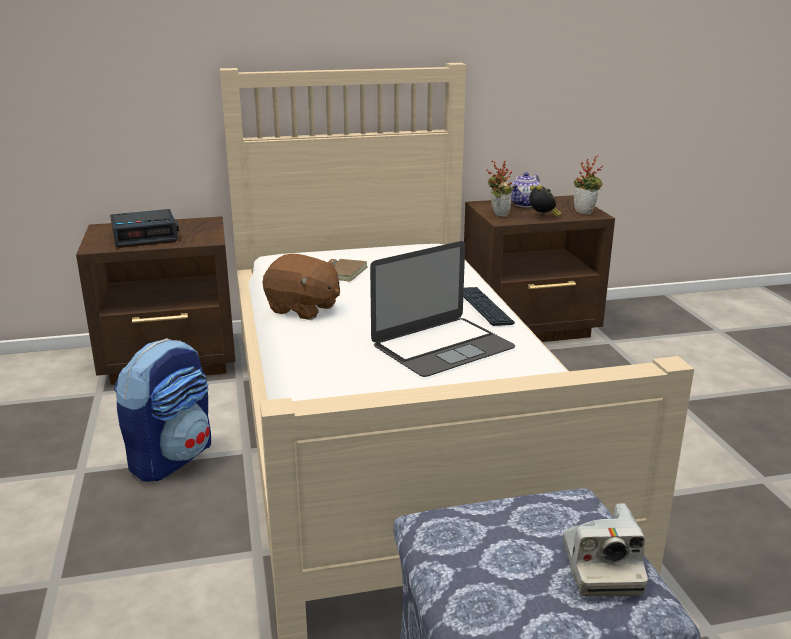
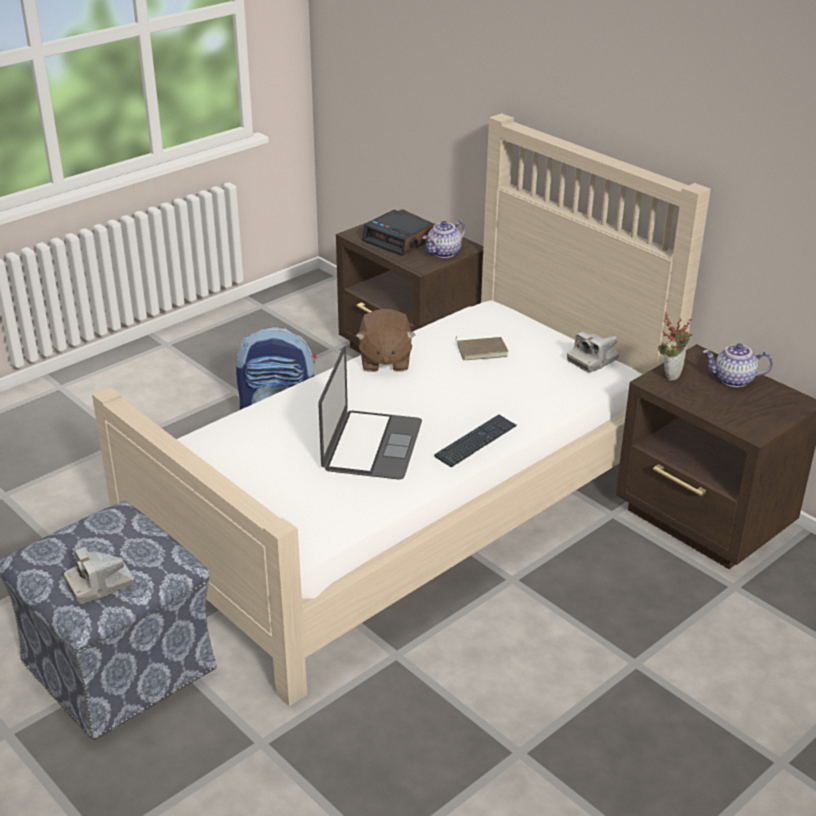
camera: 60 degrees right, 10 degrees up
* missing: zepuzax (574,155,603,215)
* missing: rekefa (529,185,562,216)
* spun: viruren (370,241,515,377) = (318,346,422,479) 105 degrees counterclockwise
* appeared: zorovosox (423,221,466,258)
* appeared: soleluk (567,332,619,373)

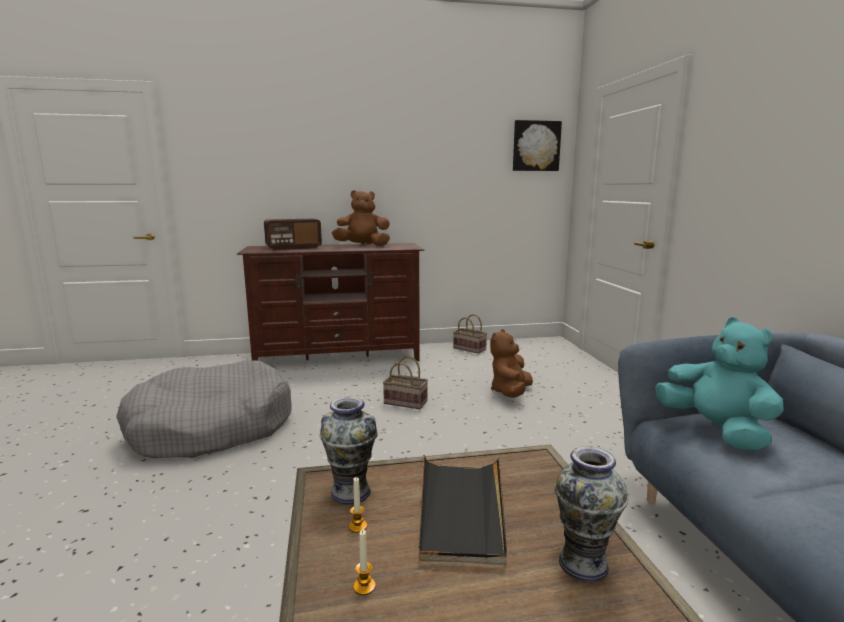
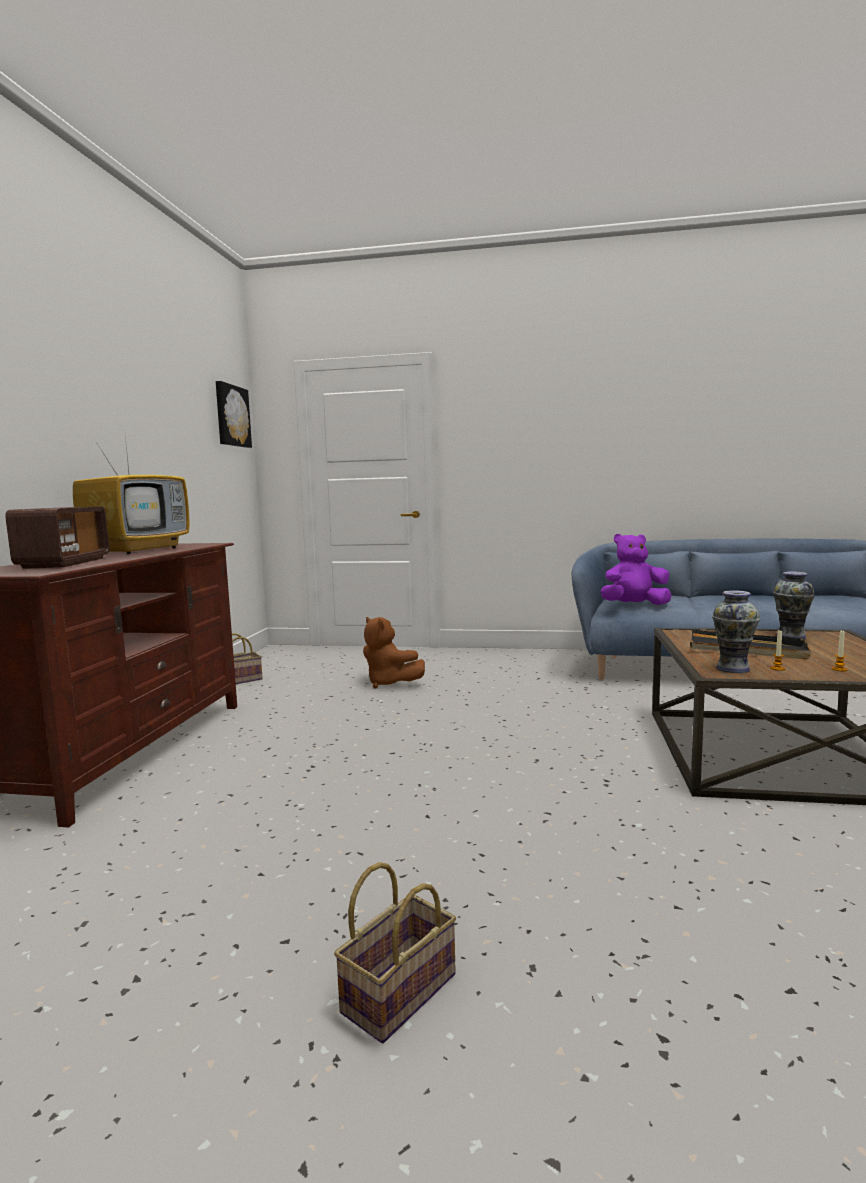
camera: 70 degrees left, 5 degrees down
* exchanged: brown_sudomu (332,190,390,246) to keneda (73,436,189,554)
* colour: turquoise_sudomu (655,317,784,451) to purple_sudomu (601,534,672,605)
* relocated: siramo (383,356,428,409) to (334,862,456,1043)
* missing: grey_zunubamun (116,360,291,458)

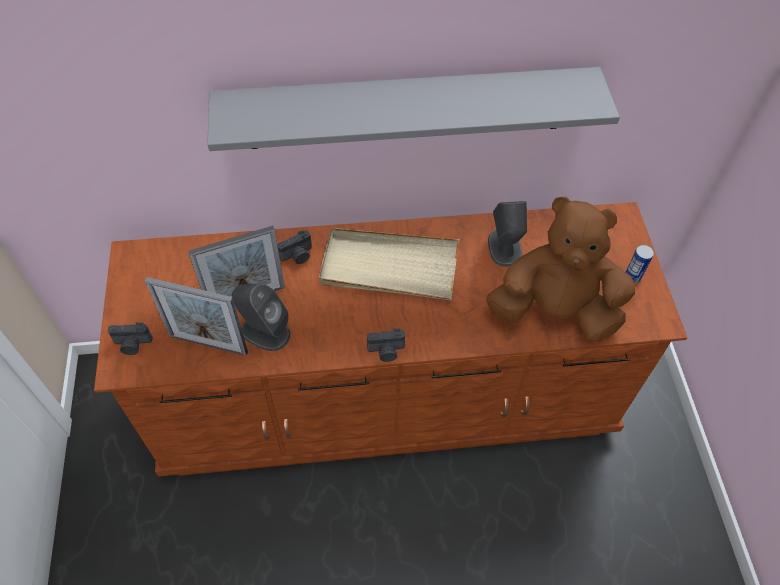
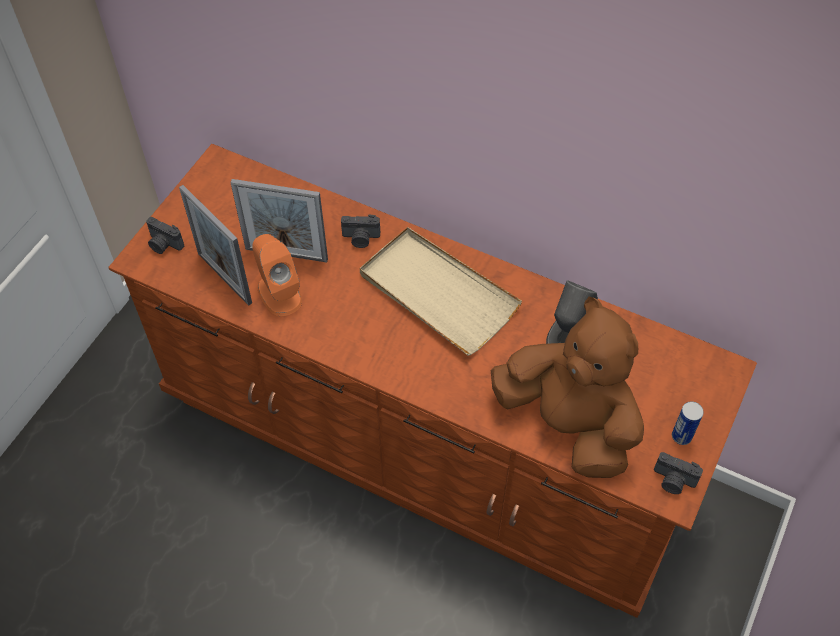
camera: 35 degrees right, 0 degrees up
* missing: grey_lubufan (207,67,620,151)
* colour: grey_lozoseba (232,284,291,351) to orange_lozoseba (252,234,302,316)
* relocated: soleluk (367,329,405,362) to (654,452,703,494)

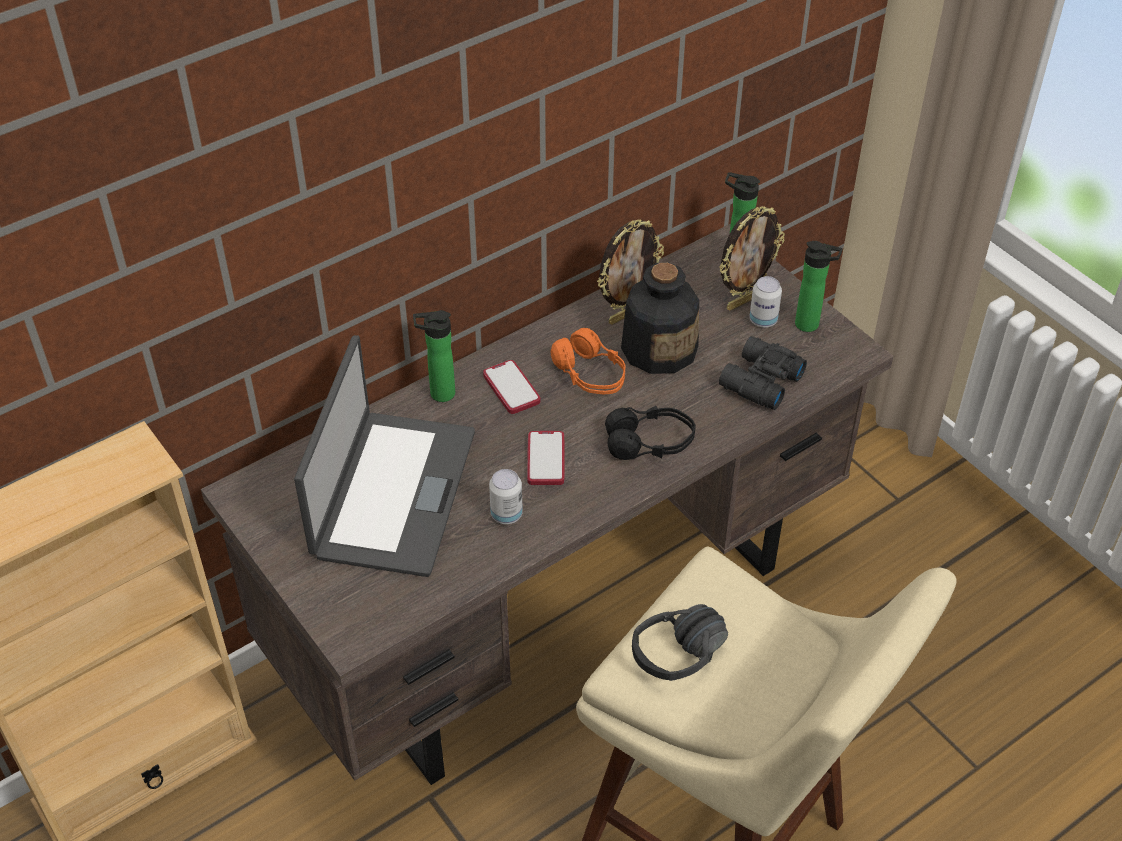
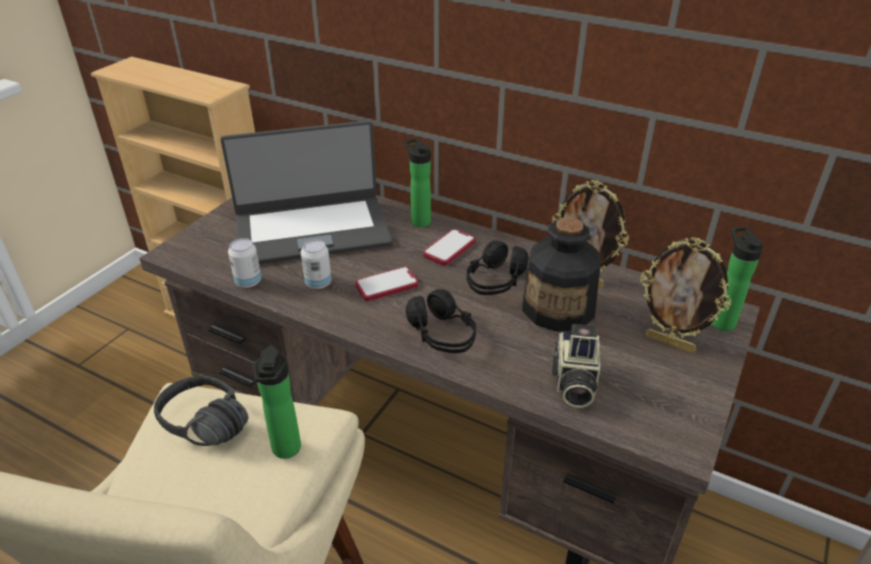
camera: 65 degrees right, 10 degrees down
* relocated: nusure (795,241,843,332) to (253,345,301,459)
* relocated: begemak (749,276,782,328) to (228,238,262,288)
* colour: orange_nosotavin (551,328,626,394) to black_nosotavin (467,241,529,295)
* exchanged: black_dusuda (719,336,807,410) to soleluk (552,324,600,408)

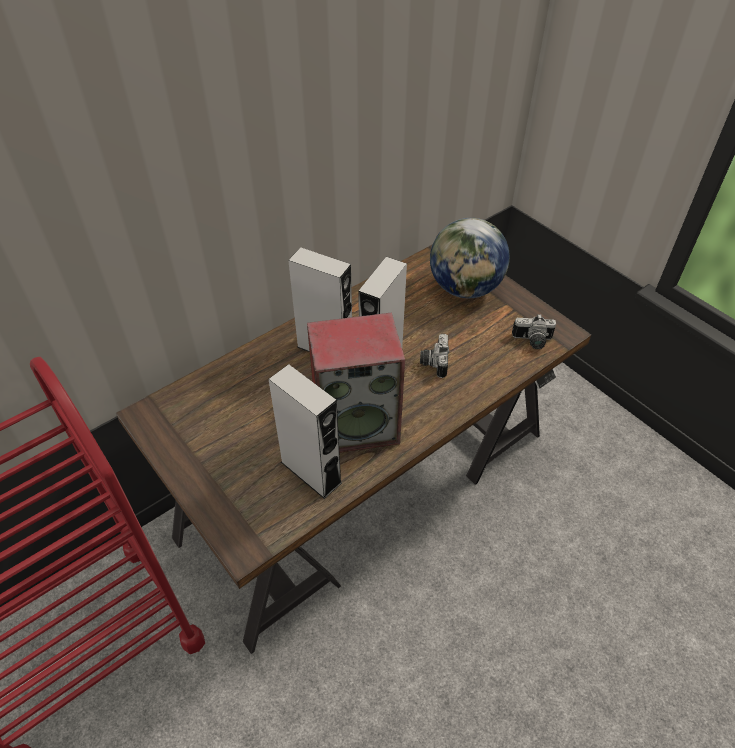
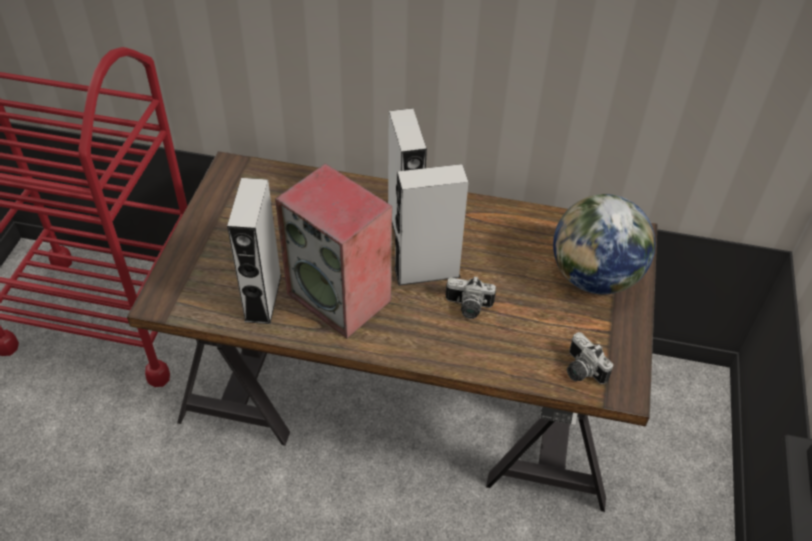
camera: 50 degrees right, 0 degrees up
* spun: soleluk (420,334,449,378) = (446,276,496,319) 135 degrees counterclockwise

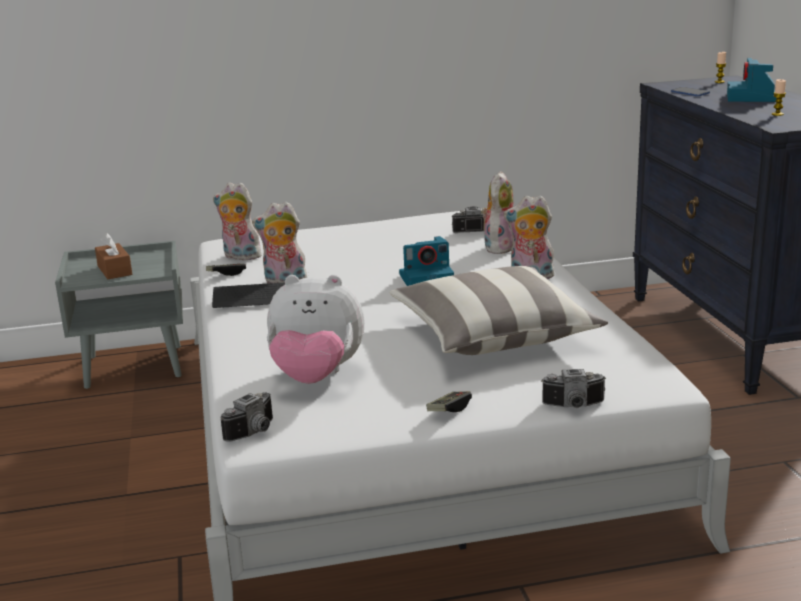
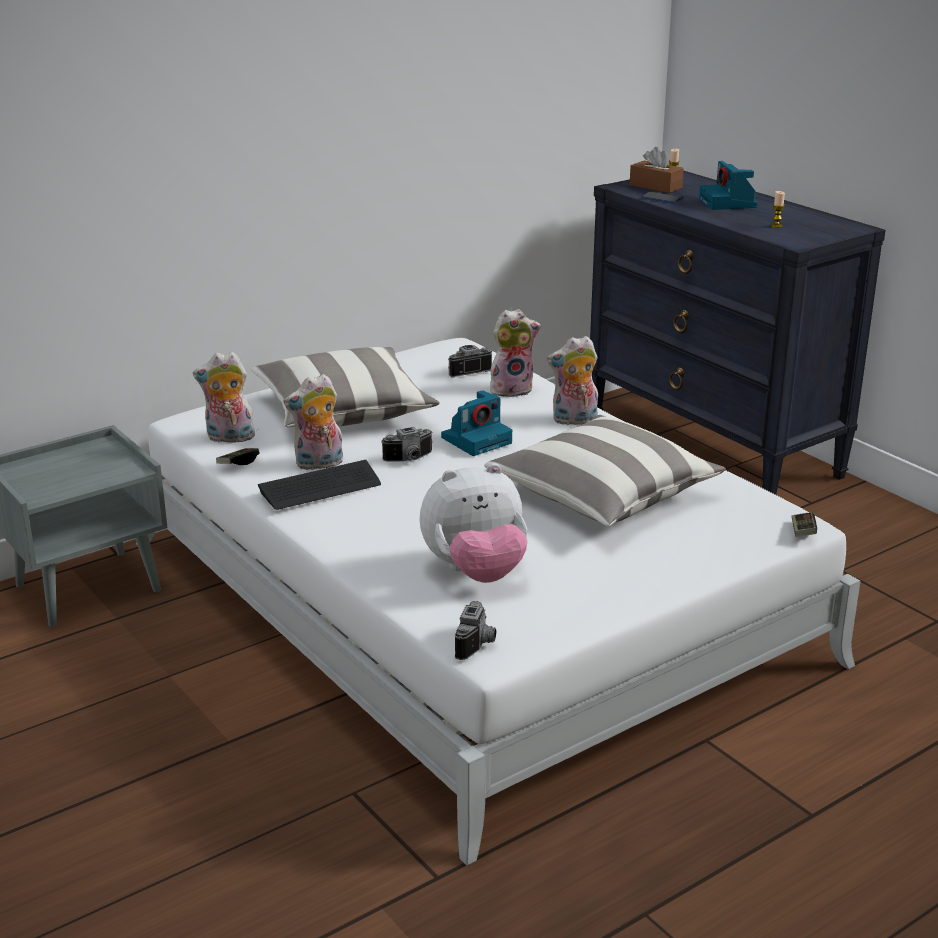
camera: 25 degrees left, 5 degrees up
* spun: sudomu (481,171,513,254) = (490,309,541,397) 75 degrees clockwise
* relocated: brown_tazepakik (95,233,132,279) to (630,147,684,193)
* relocated: soleluk (541,369,605,408) to (381,427,432,462)
* relocated: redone (426,391,472,412) to (791,512,817,537)
* appeared: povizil (251,347,440,427)

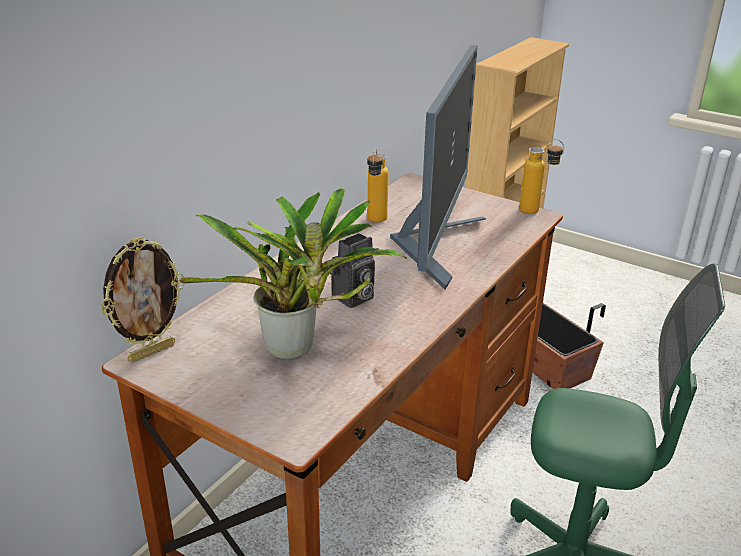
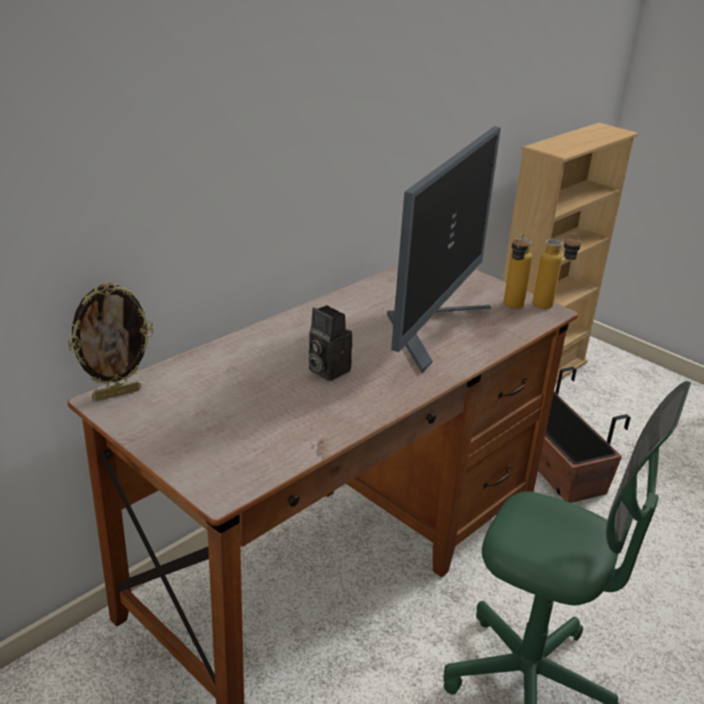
camera: 10 degrees right, 0 degrees up
* relocated: nusure (367,148,389,223) to (504,233,532,308)
* missing: zepuzax (179,188,407,360)
* spun: soleluk (330,233,375,308) = (308,305,352,381) 75 degrees clockwise

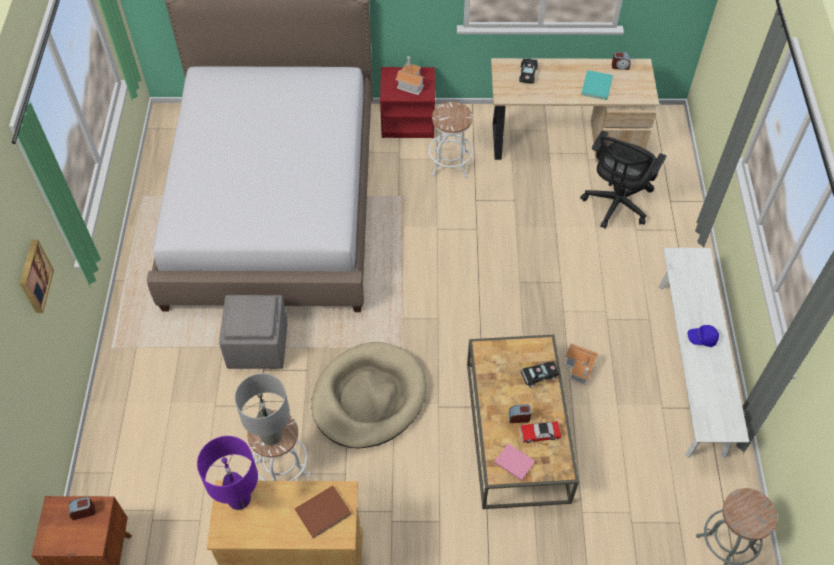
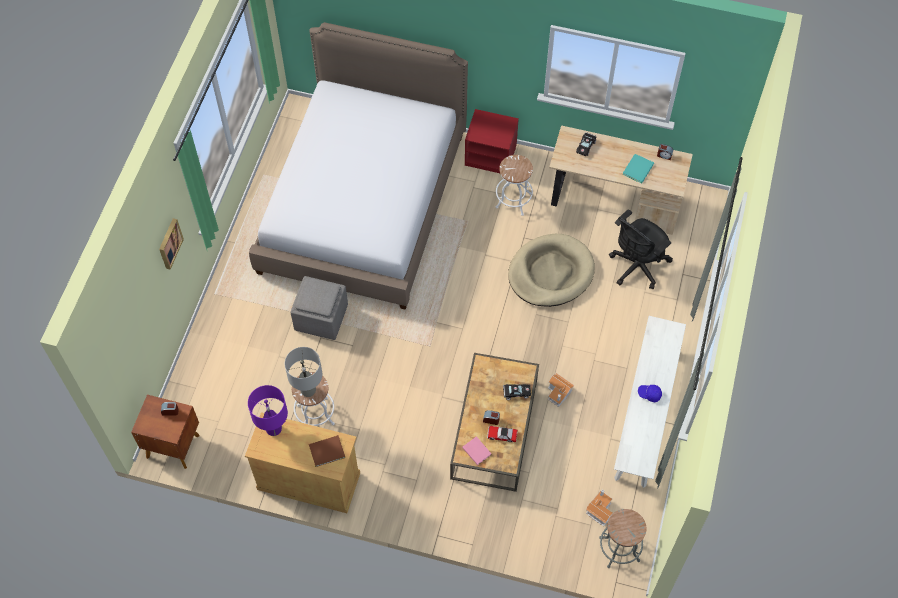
camera: 15 degrees right, 5 degrees up
* relocated: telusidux (395,56,425,95) to (586,489,613,526)
* relocated: beige_zunubamun (311,342,426,448) to (508,234,595,307)

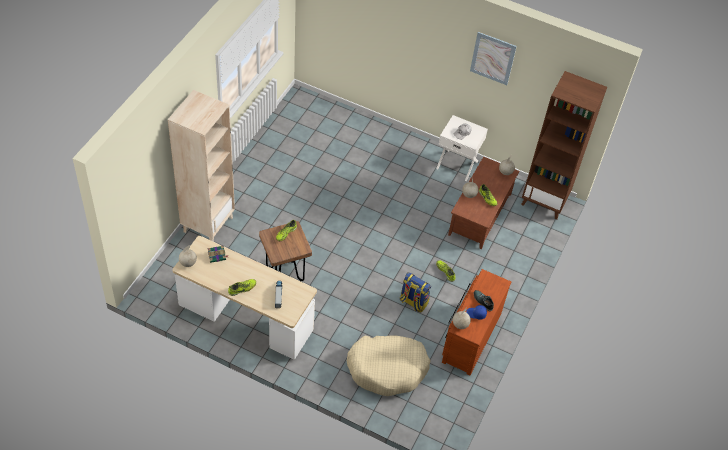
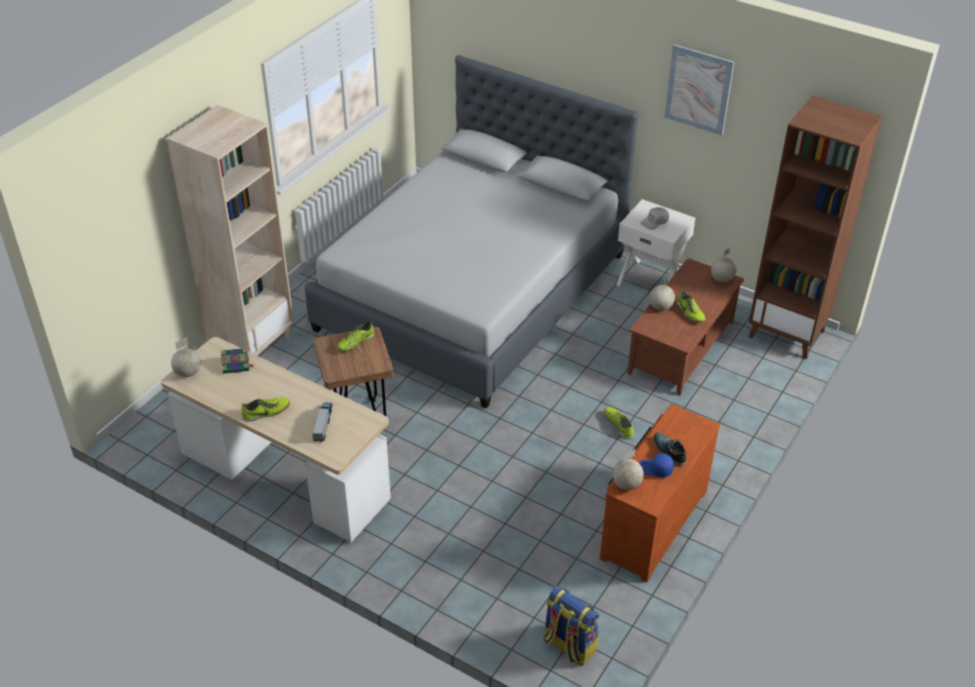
camera: 10 degrees right, 10 degrees down
* relocated: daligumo (400,272,431,312) to (543,586,599,666)
* missing: beige_zunubamun (347,336,431,396)
* appeared: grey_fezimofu (305,55,639,408)

